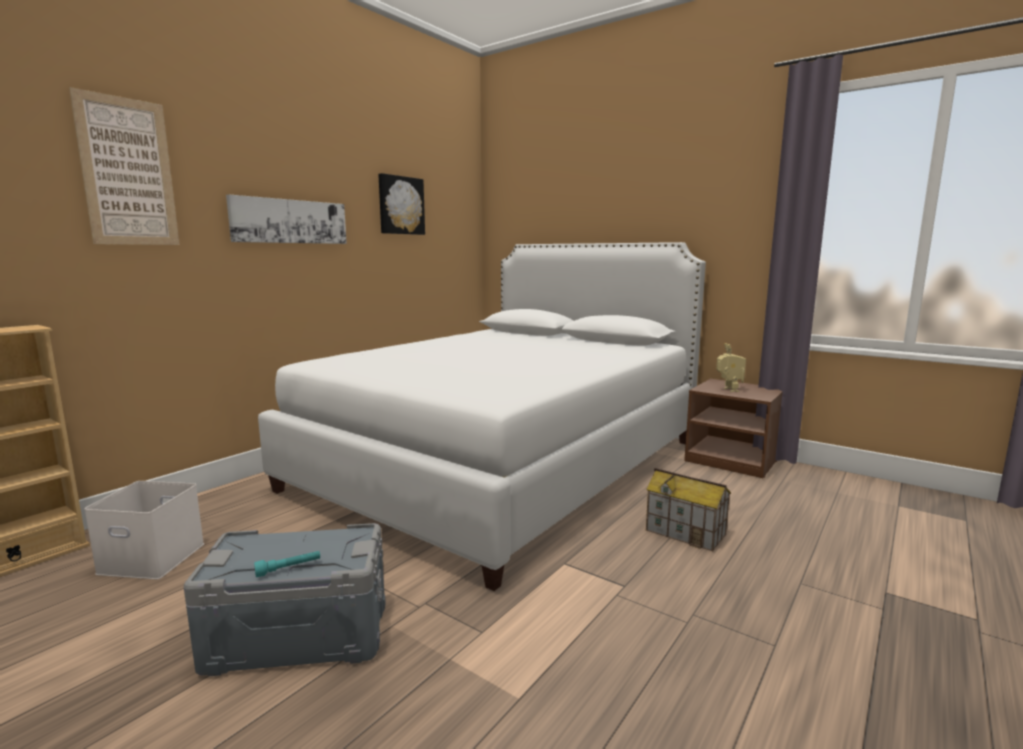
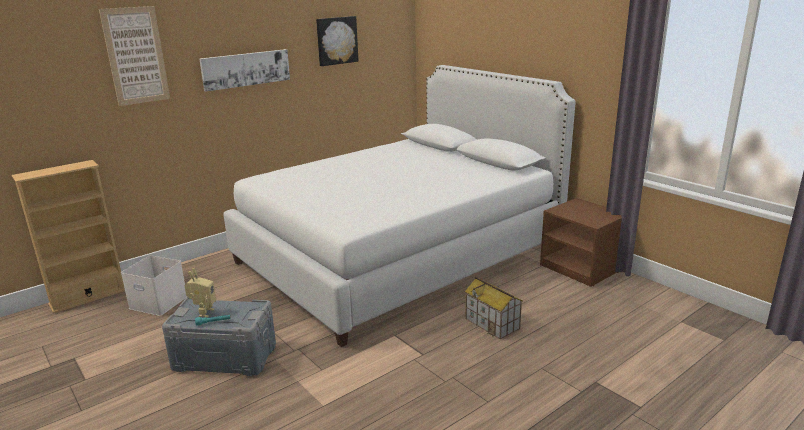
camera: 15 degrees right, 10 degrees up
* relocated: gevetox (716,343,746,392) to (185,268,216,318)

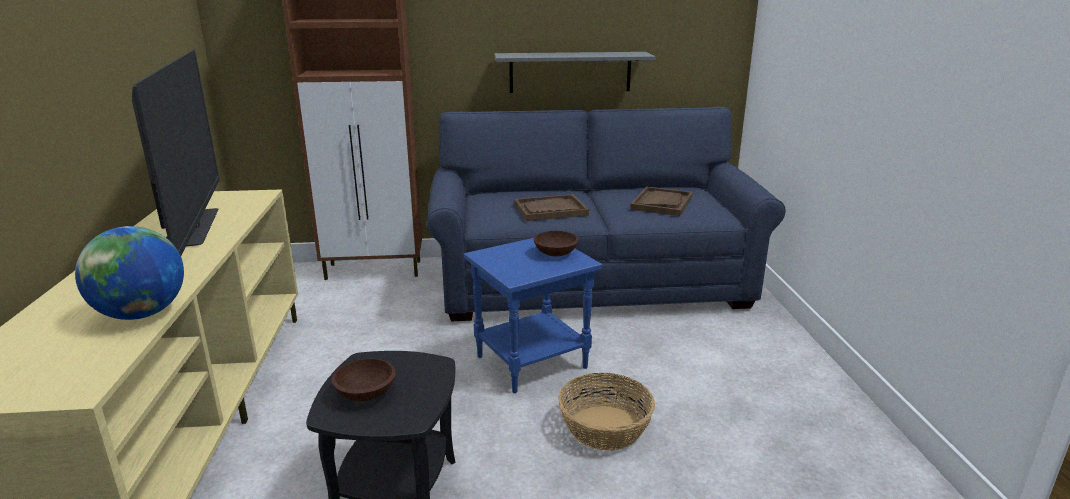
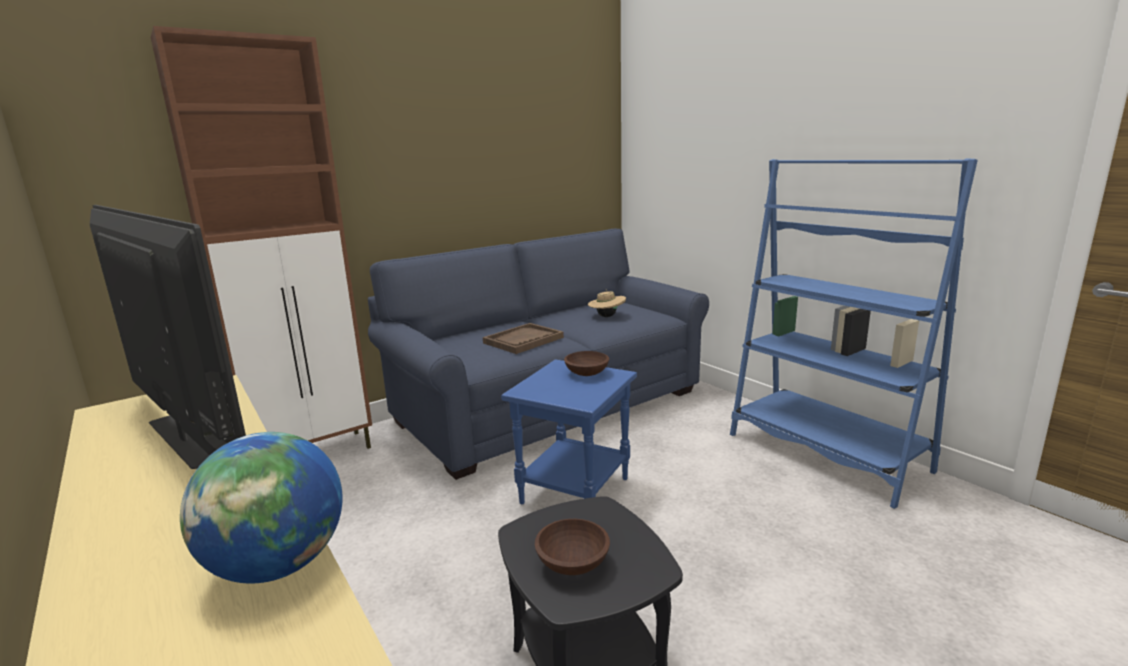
camera: 30 degrees left, 5 degrees down
* missing: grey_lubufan (495,52,656,93)
* exchanged: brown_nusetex (630,186,693,216) to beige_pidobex (588,289,626,317)
* missing: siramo (558,373,655,451)
* appeared: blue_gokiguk (730,159,978,509)

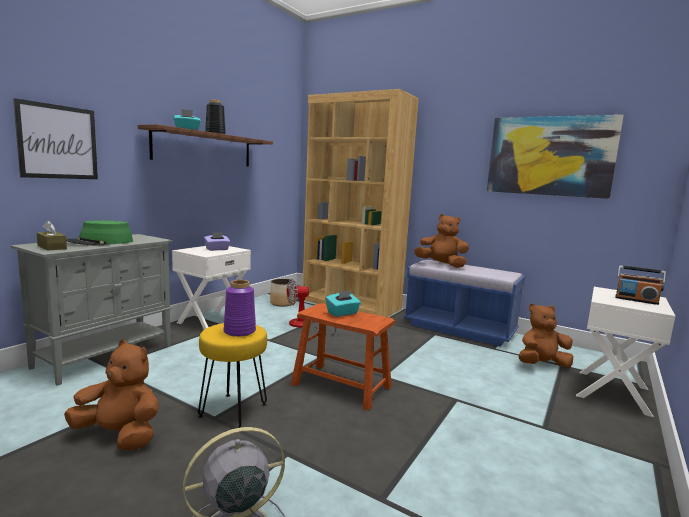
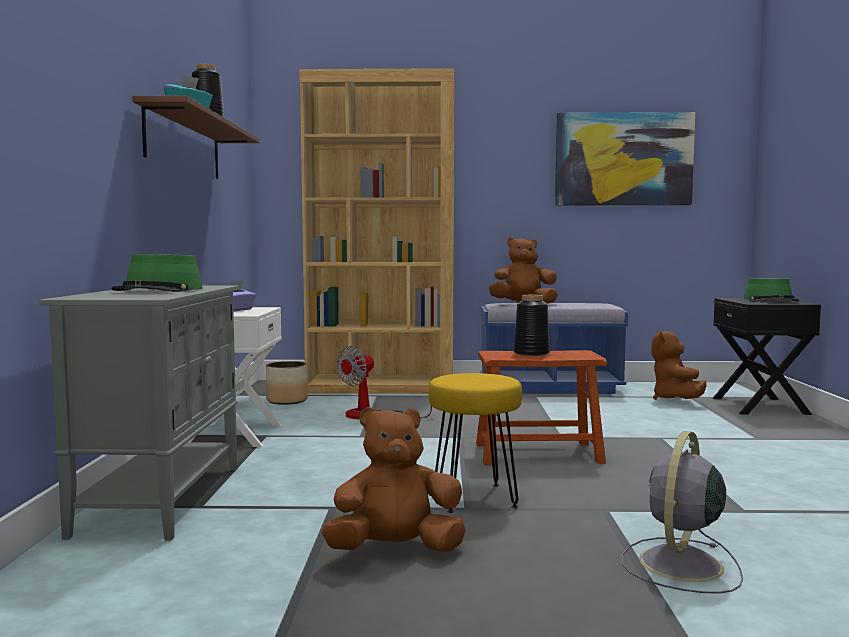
camera: 30 degrees left, 5 degrees down
* missing: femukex (13,98,98,179)
* missing: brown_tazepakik (37,221,67,251)
* exchanged: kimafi (615,265,666,305) to green_pidobex (744,278,799,302)
* missing: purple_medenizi (223,280,256,337)
* colour: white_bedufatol (576,287,675,417) to black_bedufatol (712,298,821,415)
* exchanged: turquoise_tazepakik (325,290,361,317) to black_medenizi (514,295,550,356)
* spun: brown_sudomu (519,303,573,368) = (651,330,706,400) 45 degrees counterclockwise

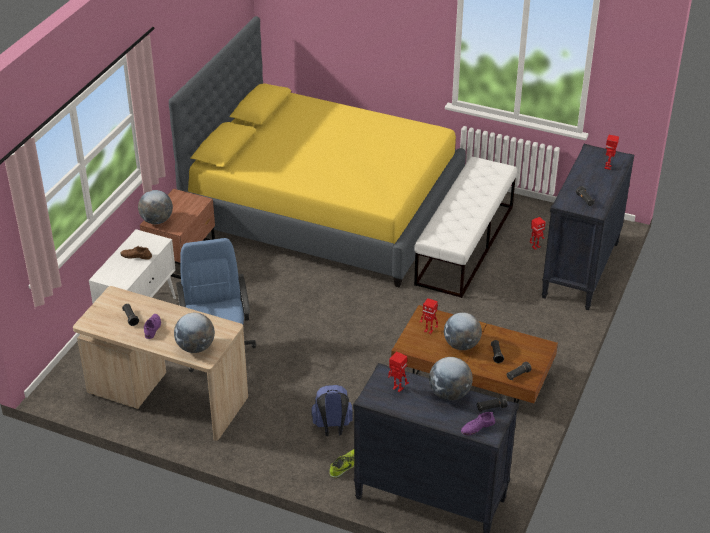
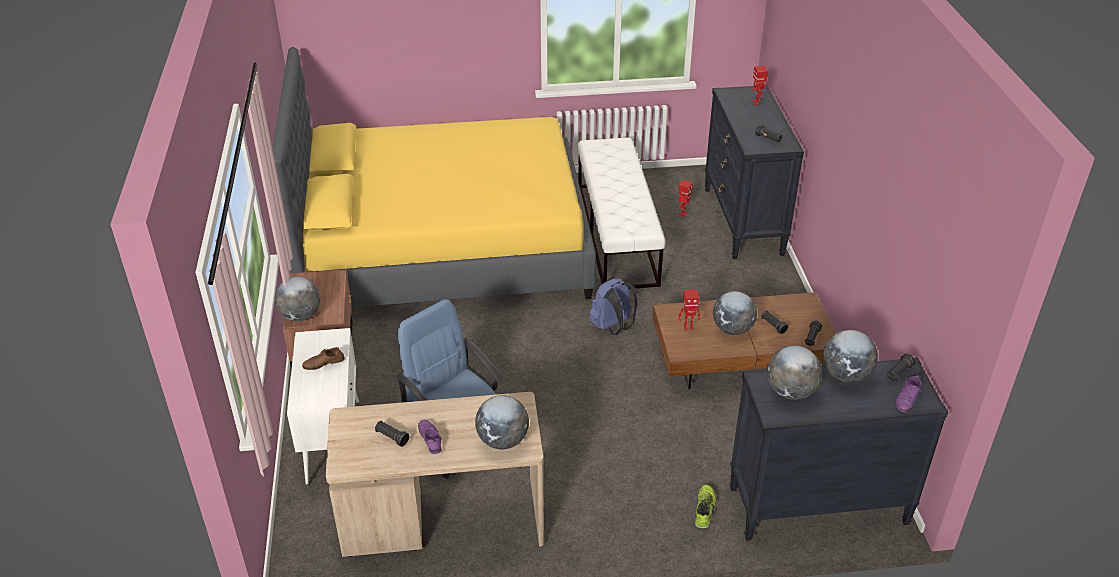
camera: 30 degrees left, 0 degrees up
* exchanged: gevetox (388,351,409,392) to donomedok (767,346,822,400)
* relocated: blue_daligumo (312,385,353,436) to (589,278,637,335)

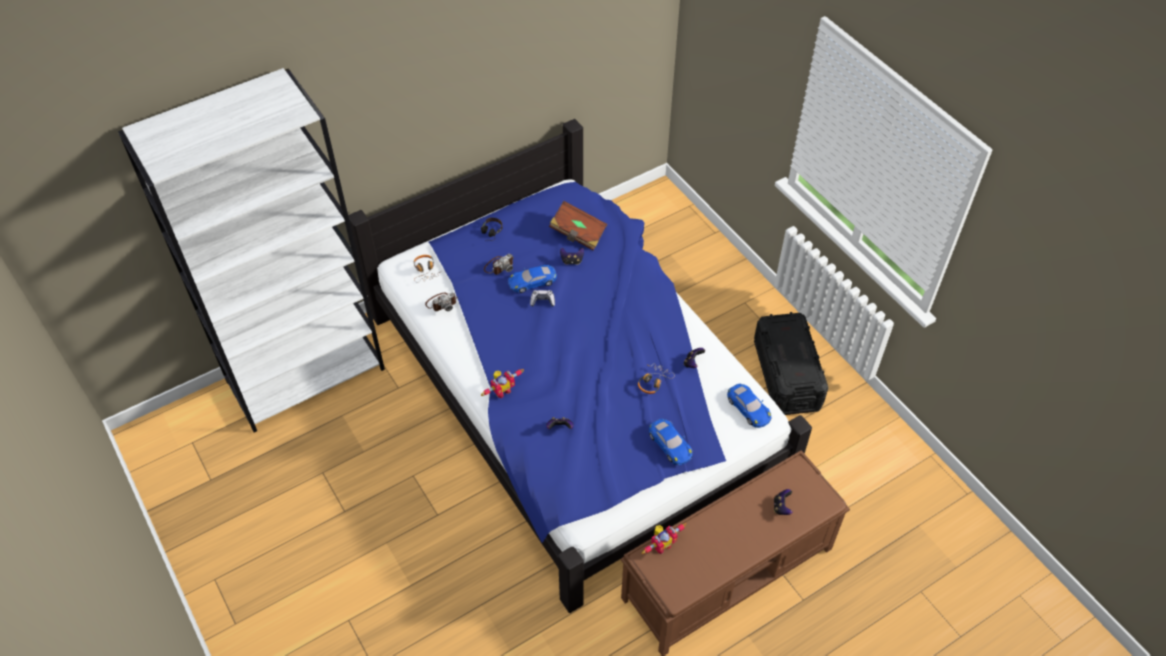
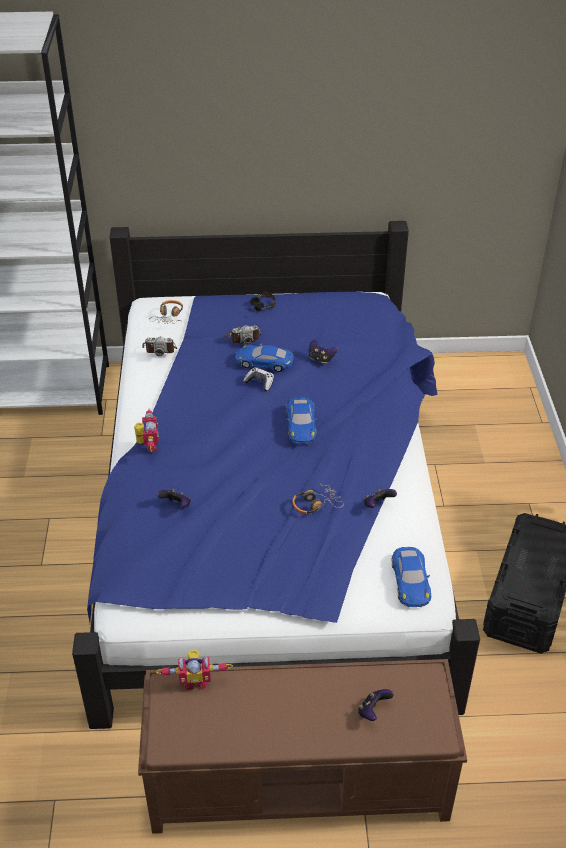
camera: 30 degrees right, 10 degrees down
* missing: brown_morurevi (549,201,607,250)
* spun: gevetox (481,369,524,398) = (134,408,159,452) 90 degrees counterclockwise
* relocated: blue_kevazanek (649,419,693,465) to (286,397,317,444)

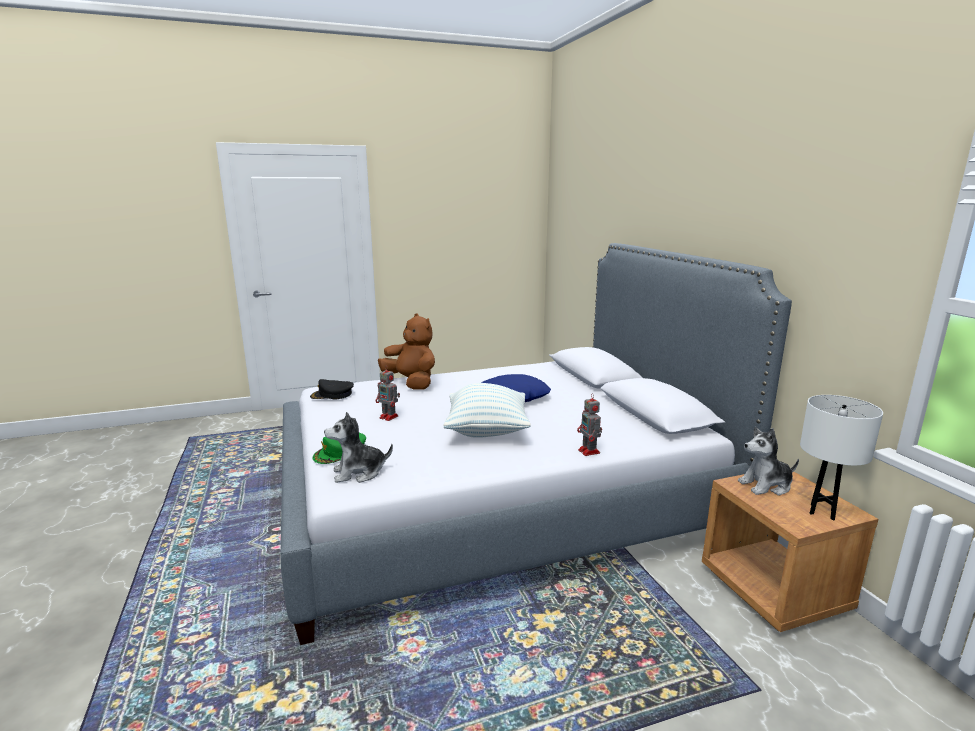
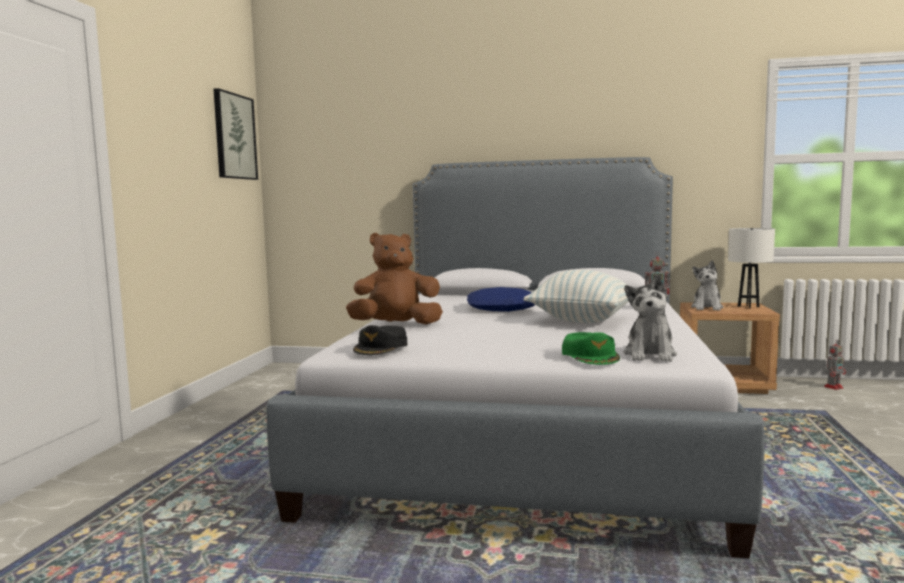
camera: 60 degrees left, 10 degrees down
* relocated: gevetox (376,367,400,421) to (824,341,846,390)
* appeared: femukex (213,88,258,180)

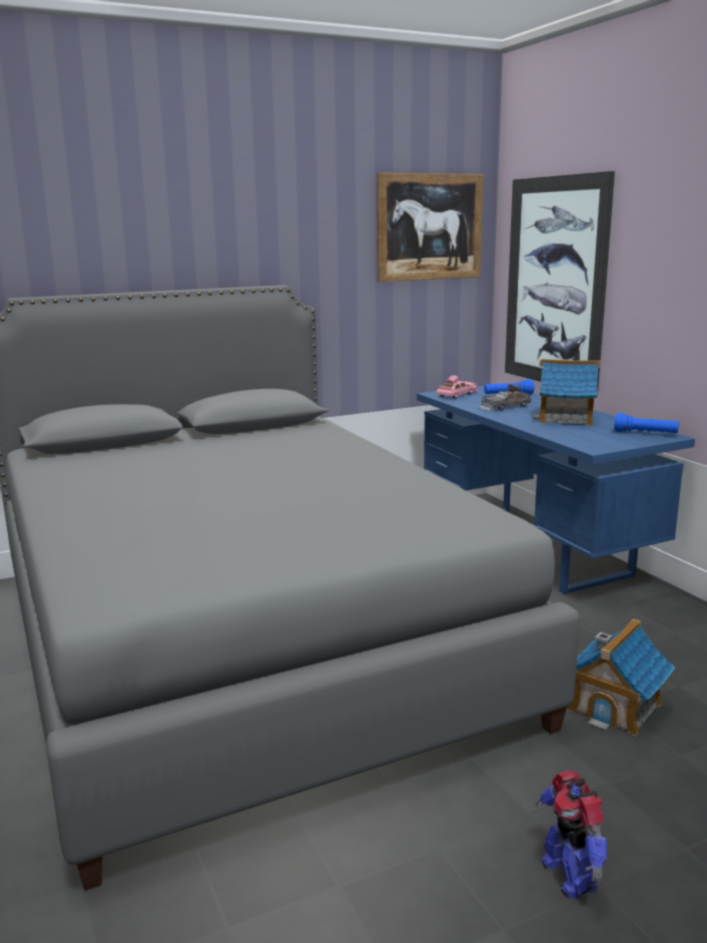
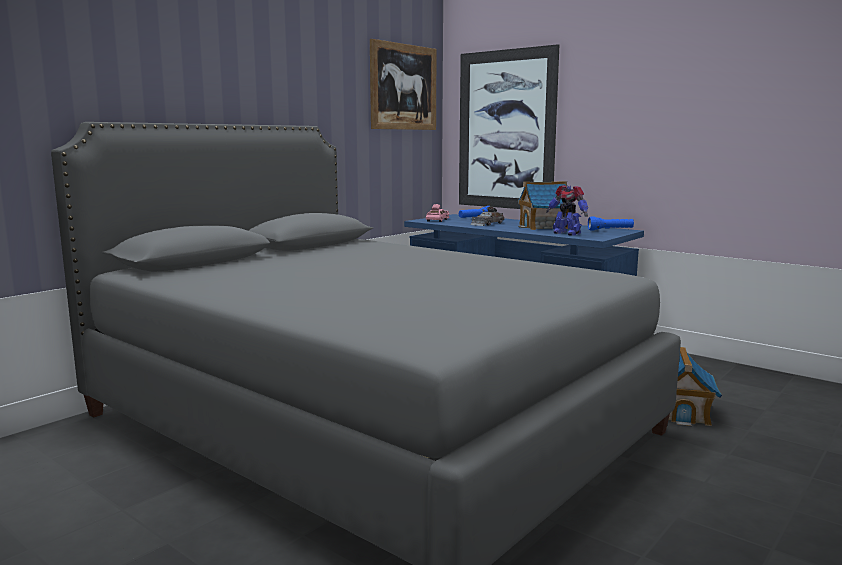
camera: 25 degrees left, 5 degrees down
* relocated: gevetox (536,770,607,898) to (546,185,588,236)

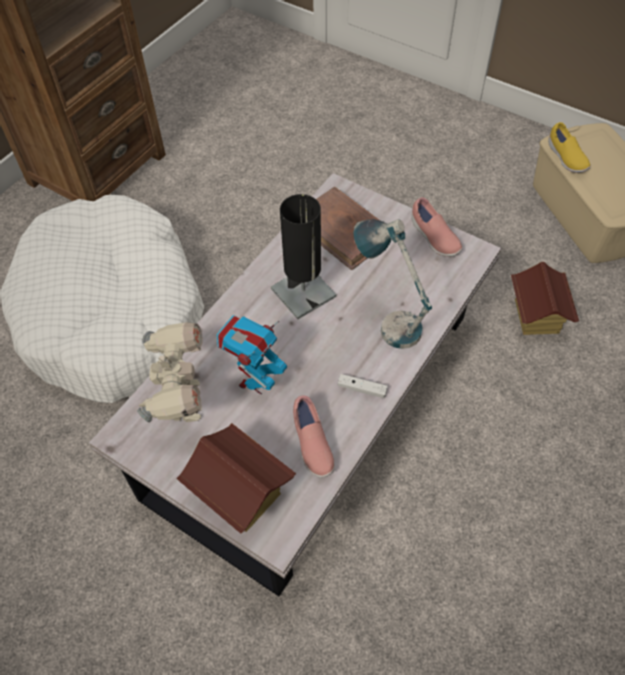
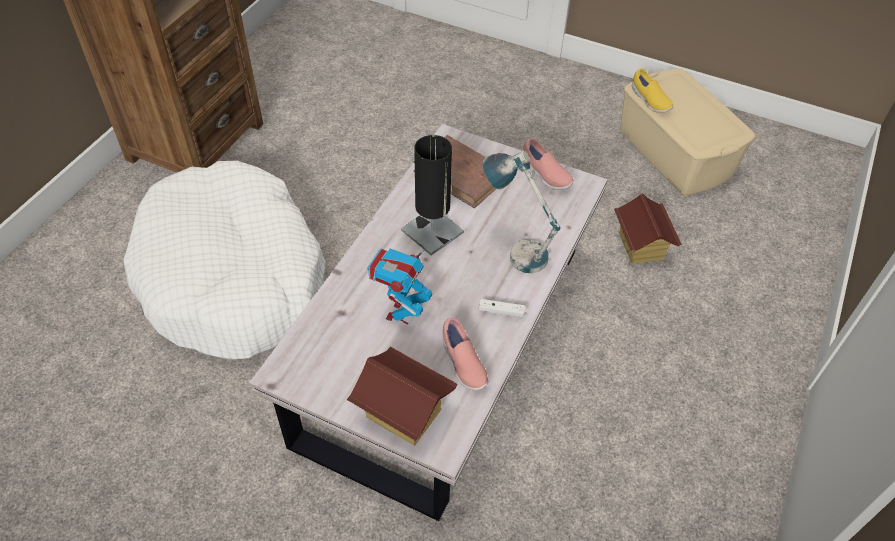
camera: 10 degrees left, 5 degrees down
* missing: gevetox (137,322,203,423)

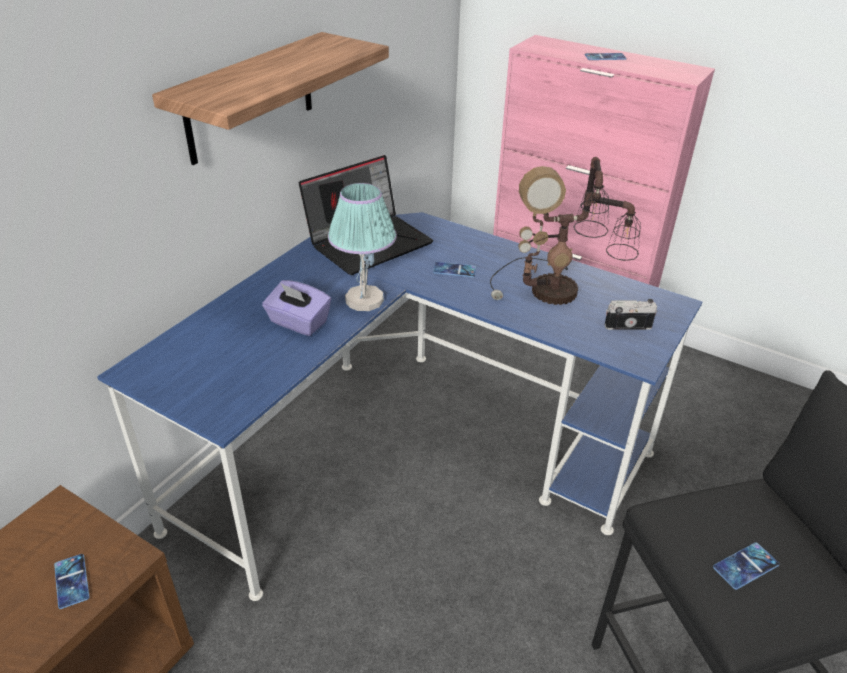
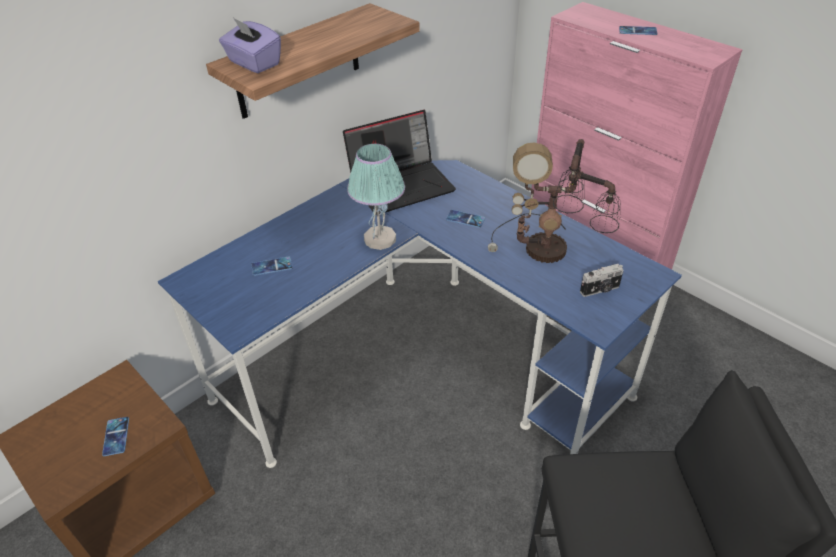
camera: 15 degrees right, 5 degrees up
* relocated: purple_tazepakik (262,280,331,336) to (219,18,281,73)
* spun: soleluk (605,299,657,330) = (580,264,623,297) 150 degrees clockwise
* relocated: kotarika (713,542,779,590) to (251,256,293,276)

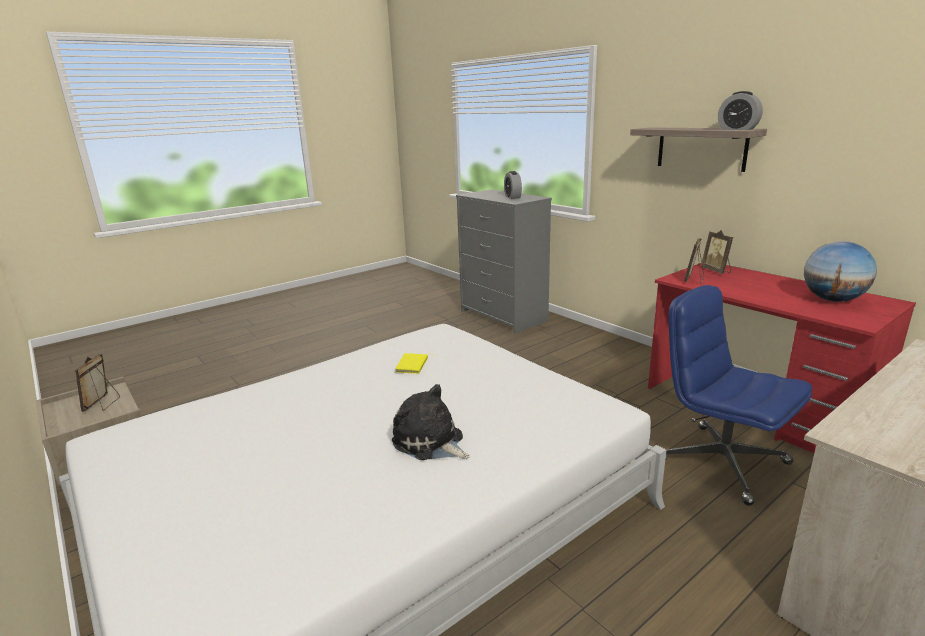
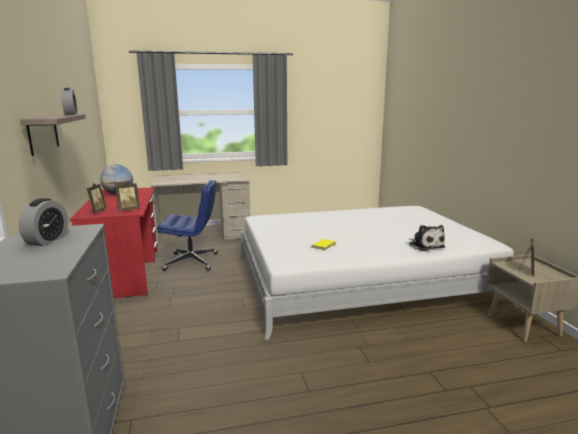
camera: 155 degrees left, 5 degrees down
* spun: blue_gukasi (665,285,812,506) = (157,180,218,271) 75 degrees counterclockwise
* relocated: sudomu (392,384,470,460) to (409,225,446,251)

